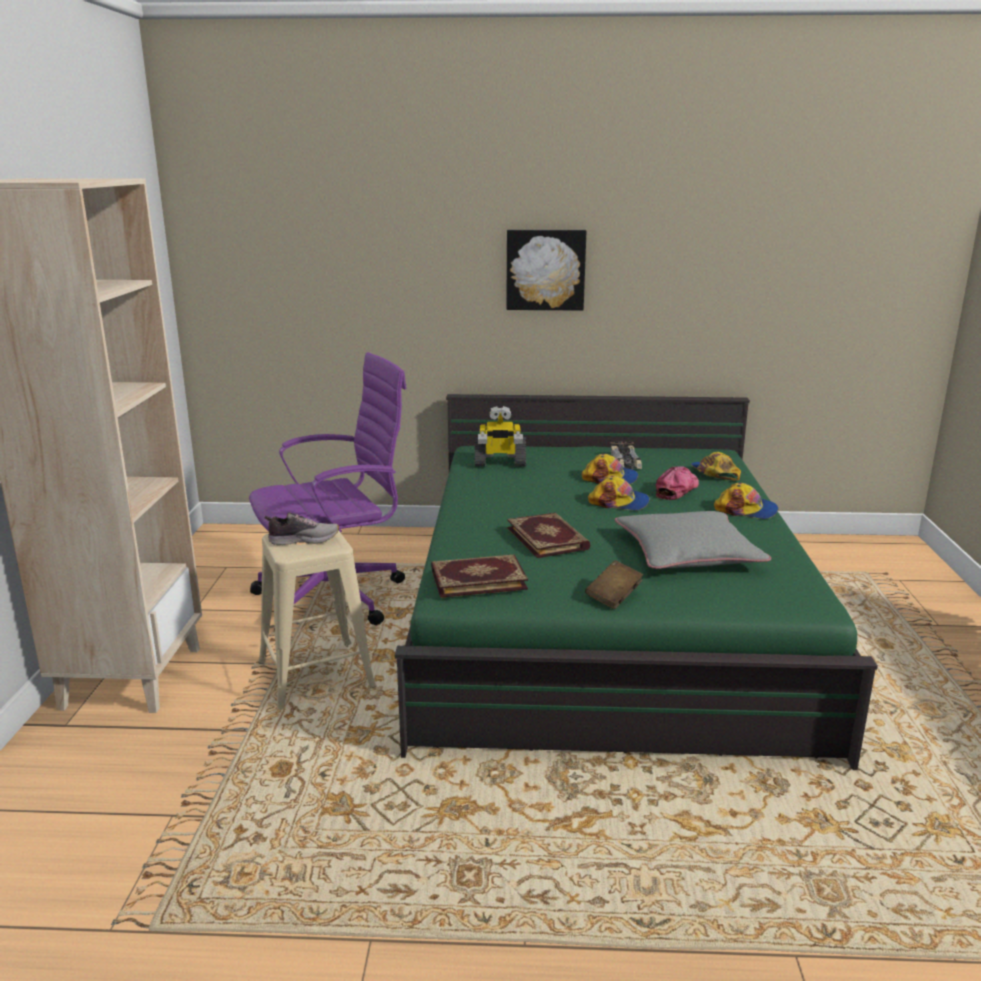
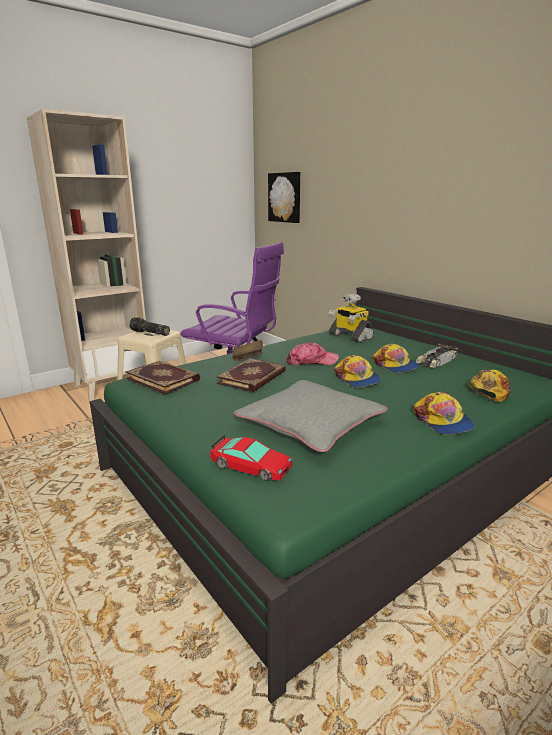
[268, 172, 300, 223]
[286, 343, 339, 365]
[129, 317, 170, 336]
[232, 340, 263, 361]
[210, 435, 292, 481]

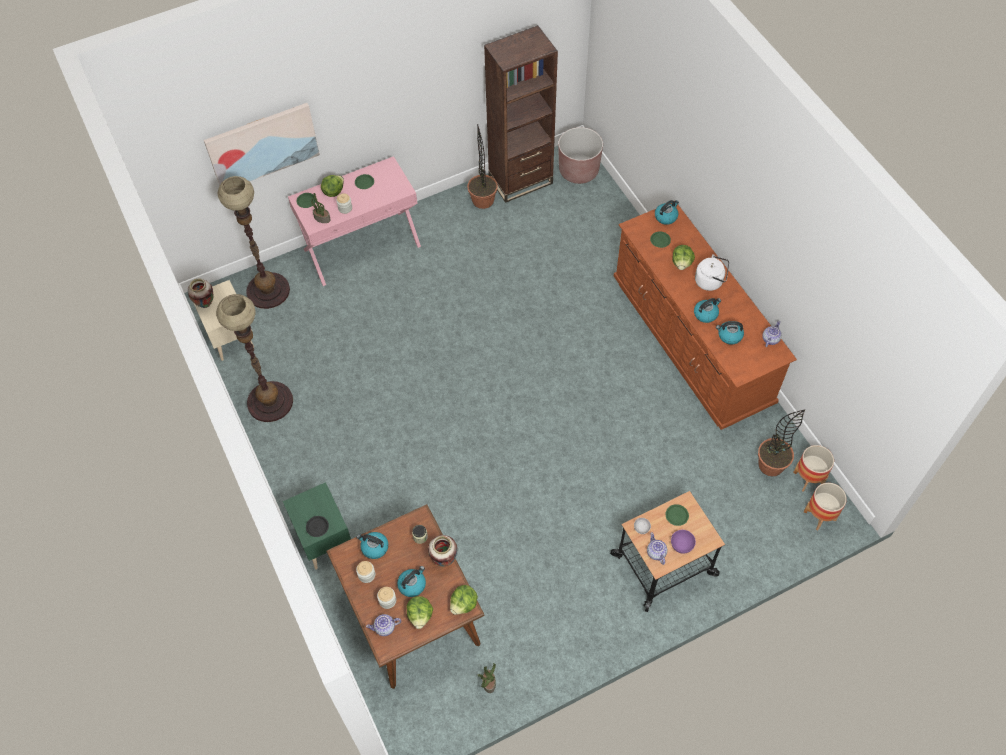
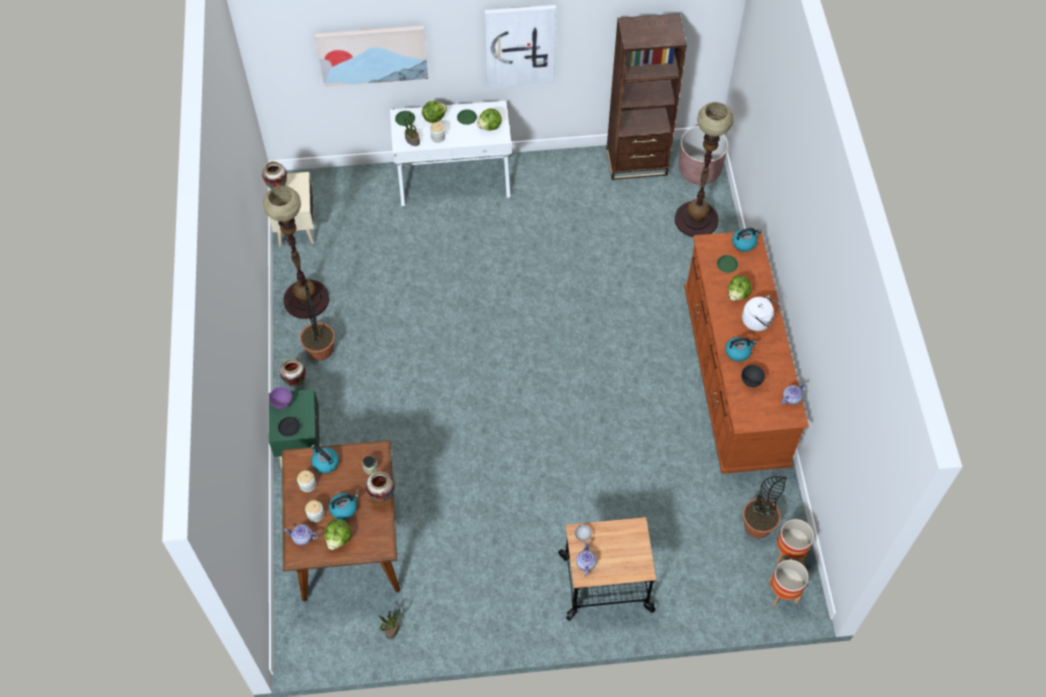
[300, 279, 335, 361]
[390, 101, 512, 206]
[675, 102, 734, 237]
[741, 365, 765, 387]
[666, 504, 689, 526] (first image)
[269, 387, 292, 409]
[477, 108, 502, 131]
[484, 5, 556, 88]
[280, 359, 306, 387]

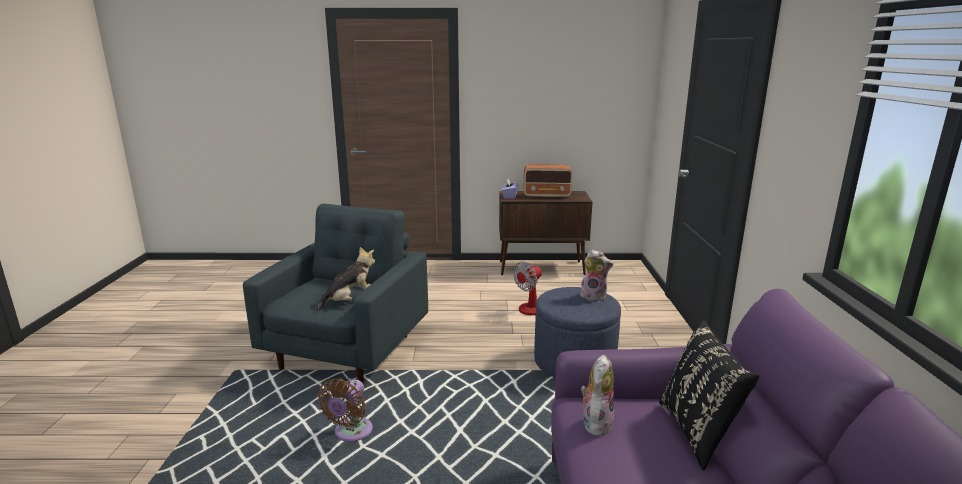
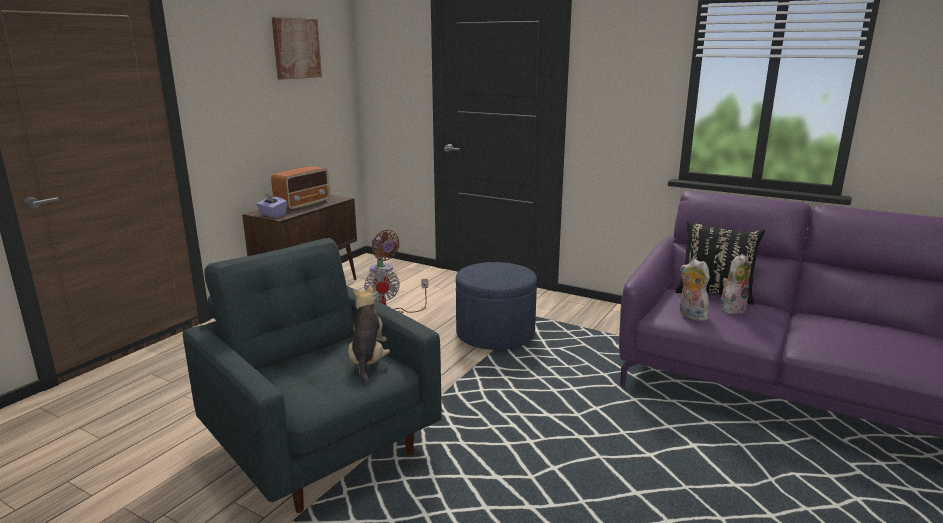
[721, 254, 751, 314]
[370, 230, 400, 273]
[272, 17, 322, 80]

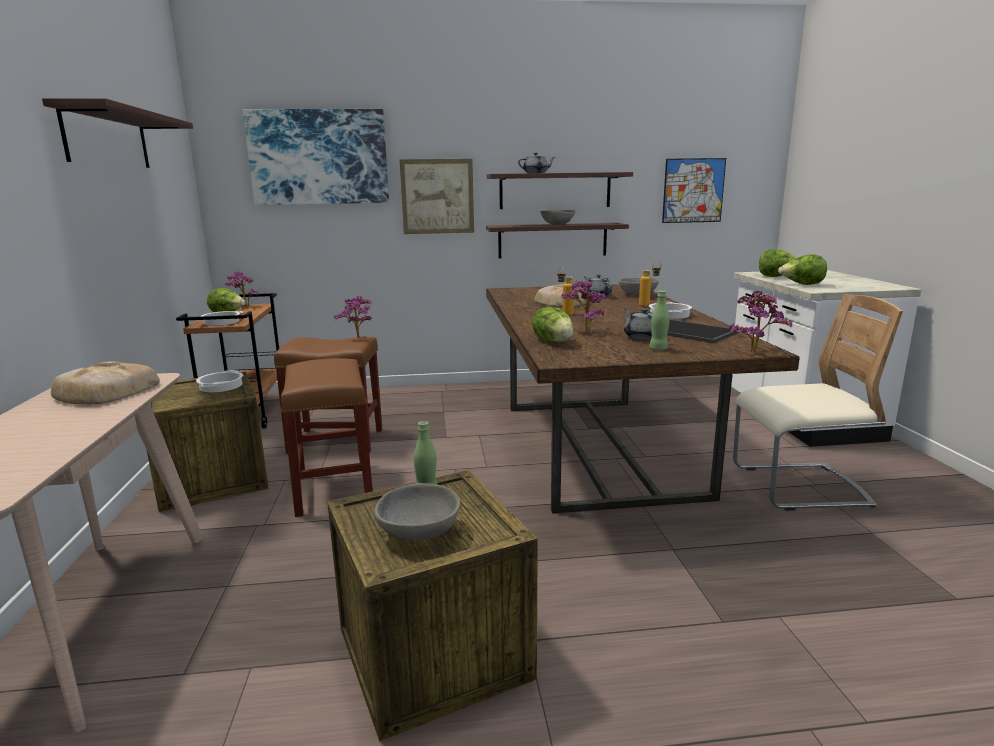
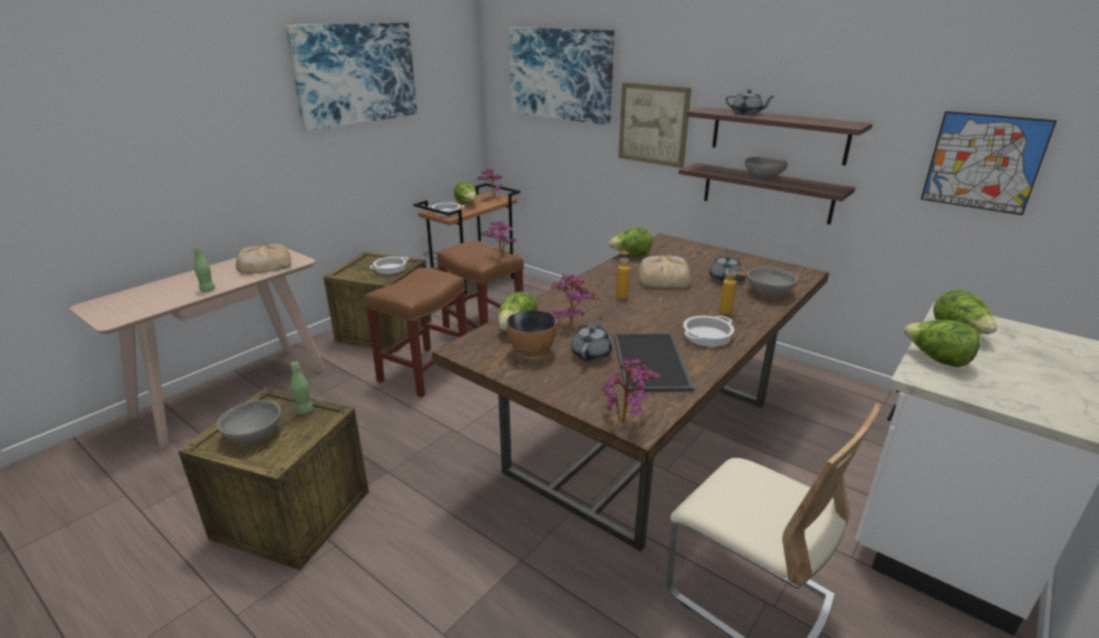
[285, 22, 417, 131]
[193, 246, 215, 292]
[609, 227, 652, 256]
[506, 310, 557, 357]

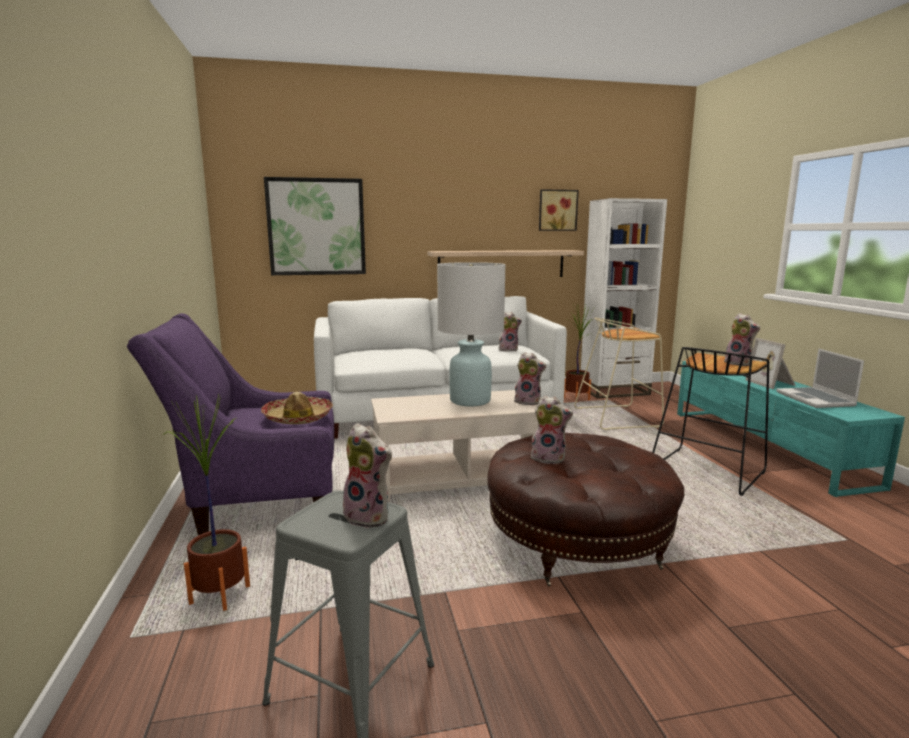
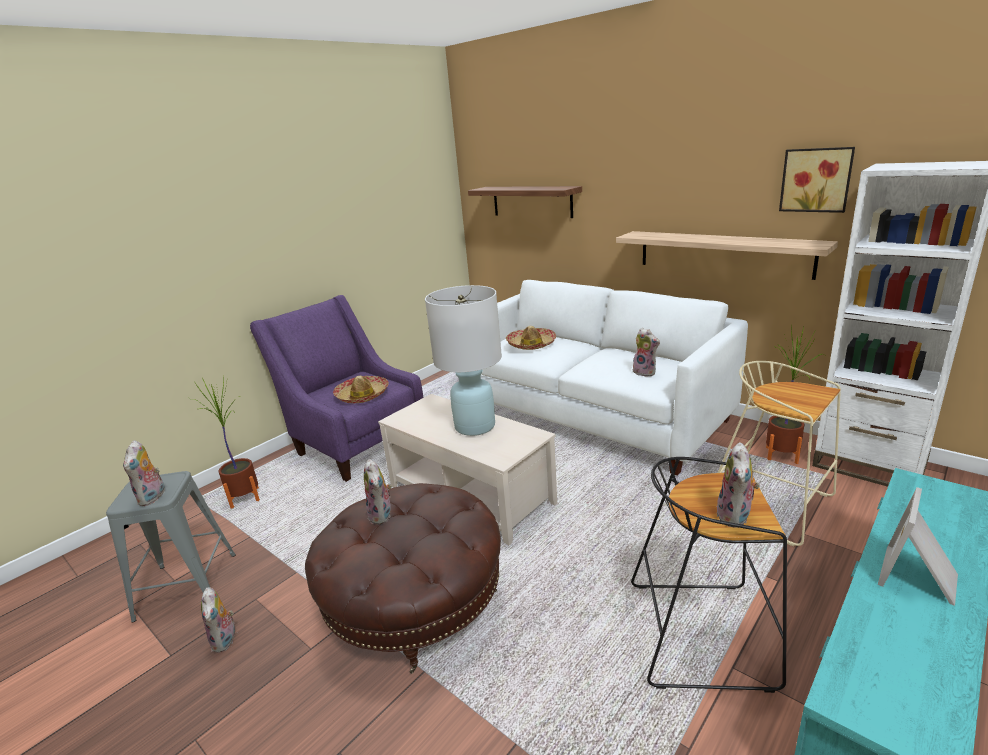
[468, 186, 582, 218]
[776, 348, 864, 408] (first image)
[201, 587, 235, 653]
[506, 326, 556, 350]

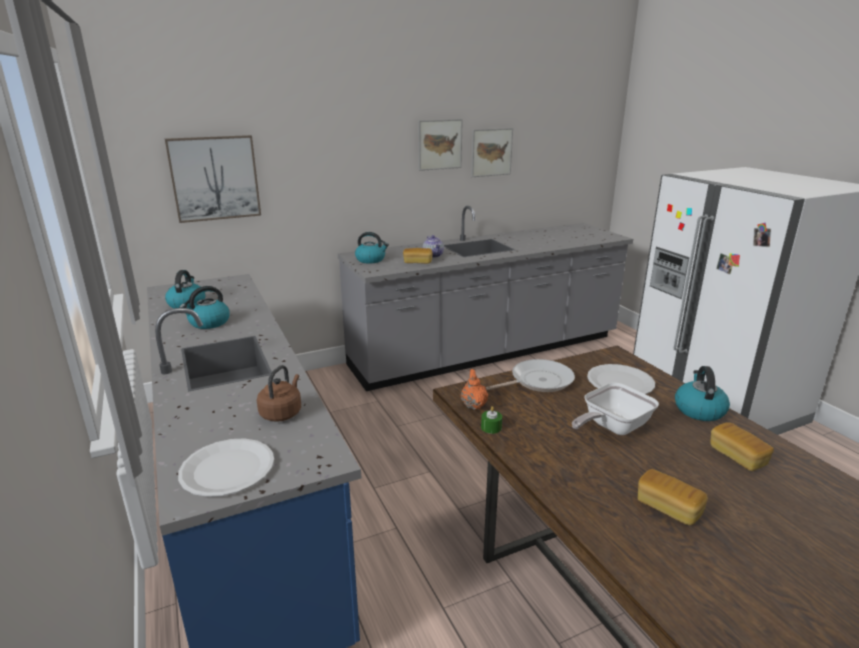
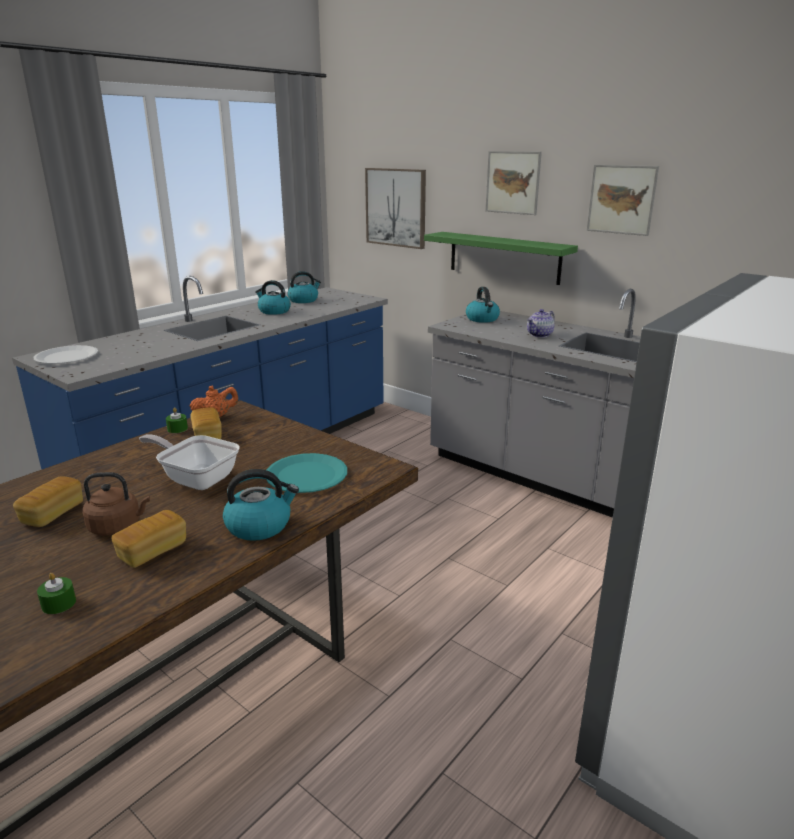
[485, 151, 542, 215]
[190, 408, 222, 439]
[485, 359, 575, 392] (first image)
[266, 453, 347, 493]
[82, 472, 150, 536]
[424, 232, 578, 285]
[37, 573, 76, 614]

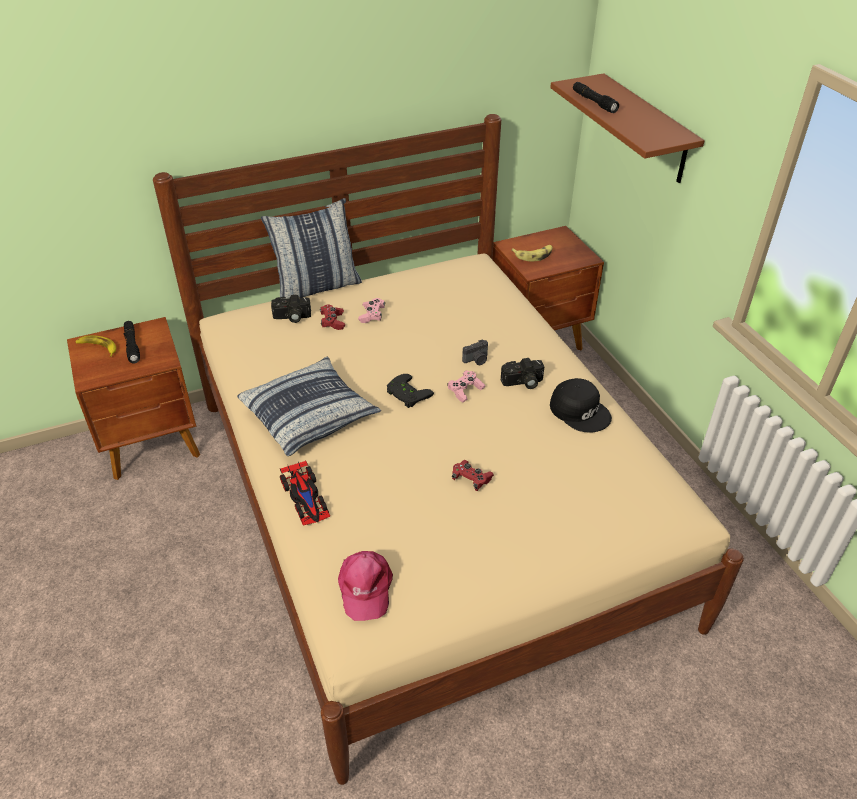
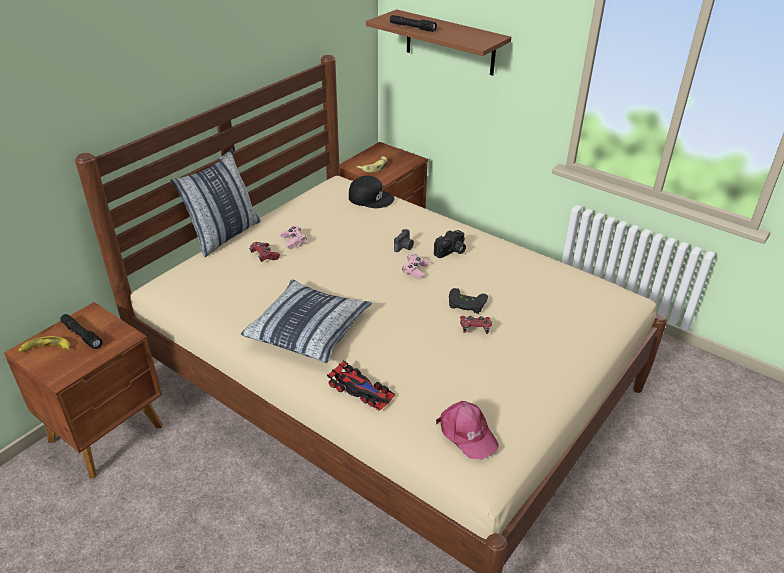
[271, 295, 311, 323] (first image)
[449, 288, 488, 314]
[349, 176, 394, 208]

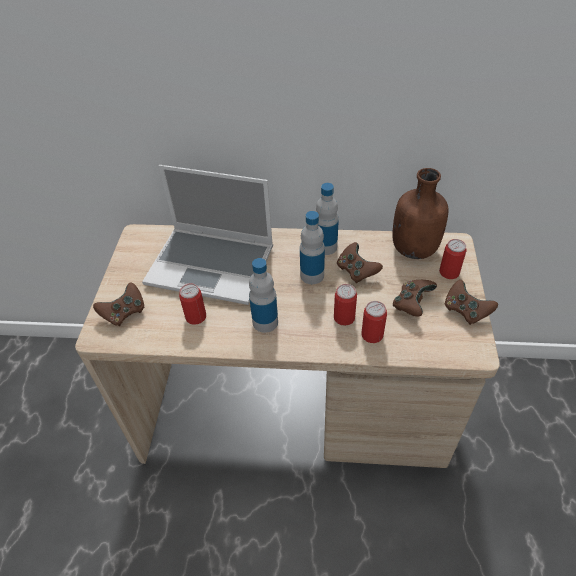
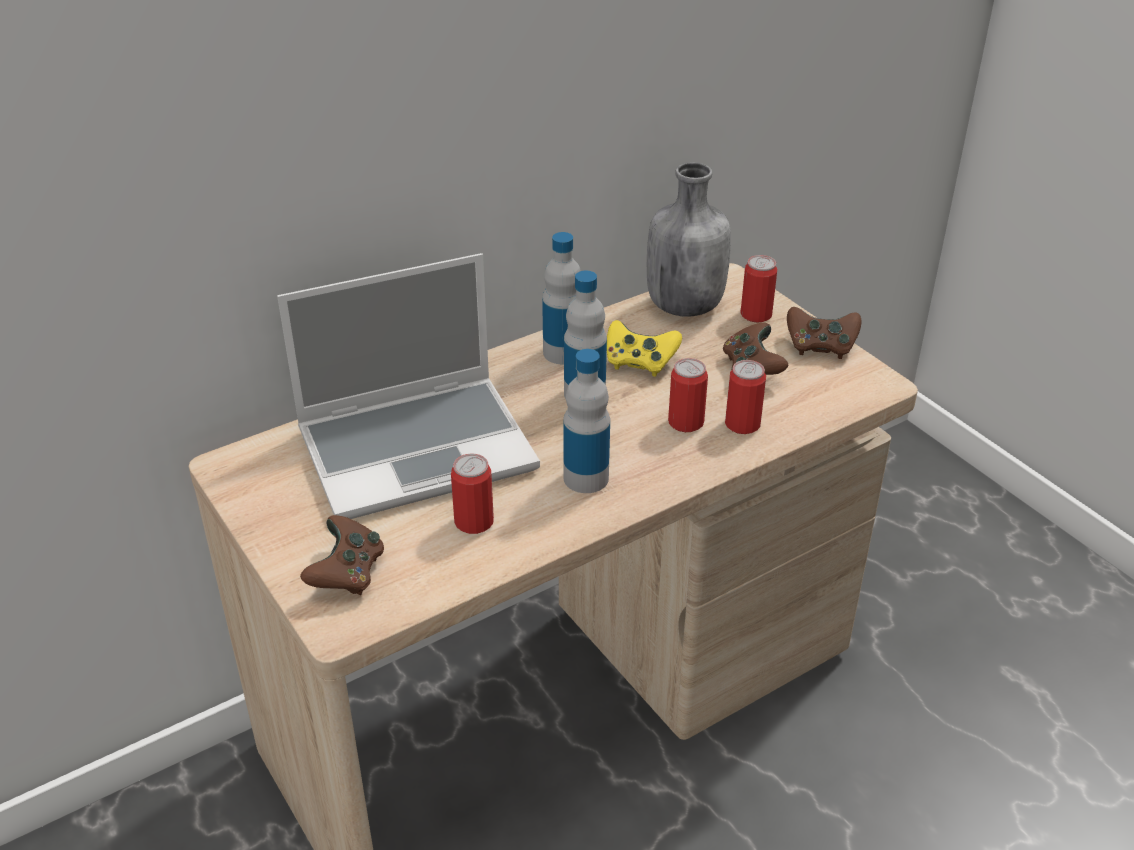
[647, 162, 731, 317]
[607, 320, 682, 377]

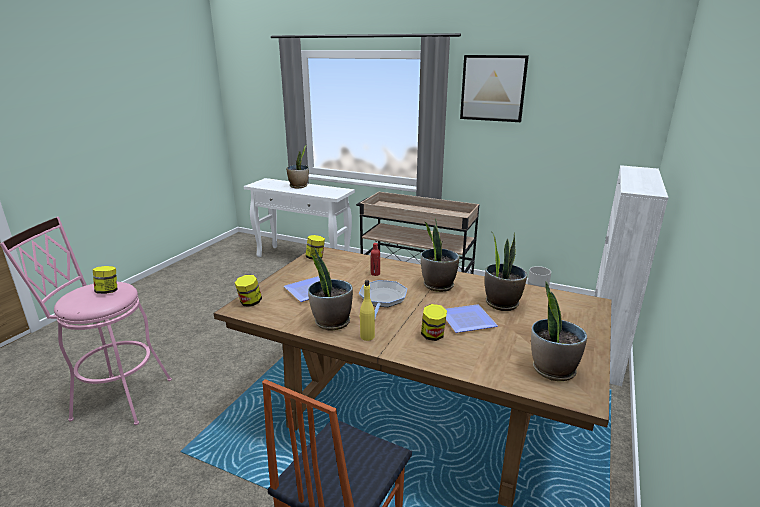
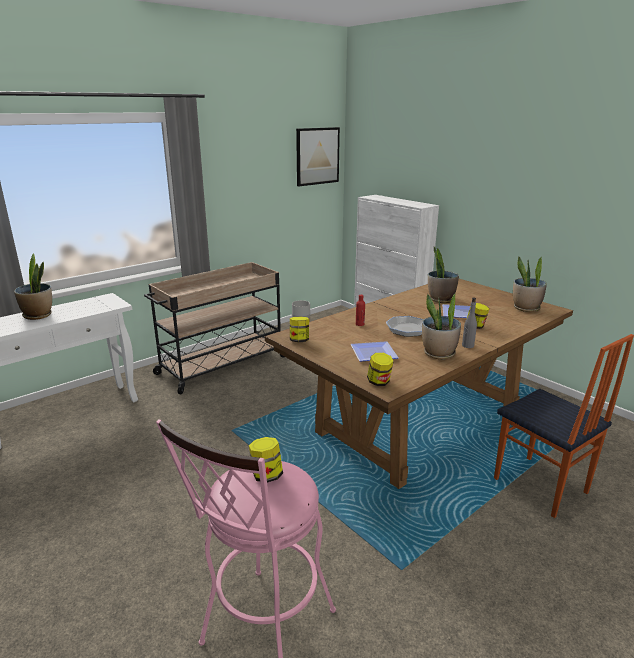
[296, 127, 340, 186]
[421, 218, 459, 292] (first image)
[462, 297, 477, 348]

